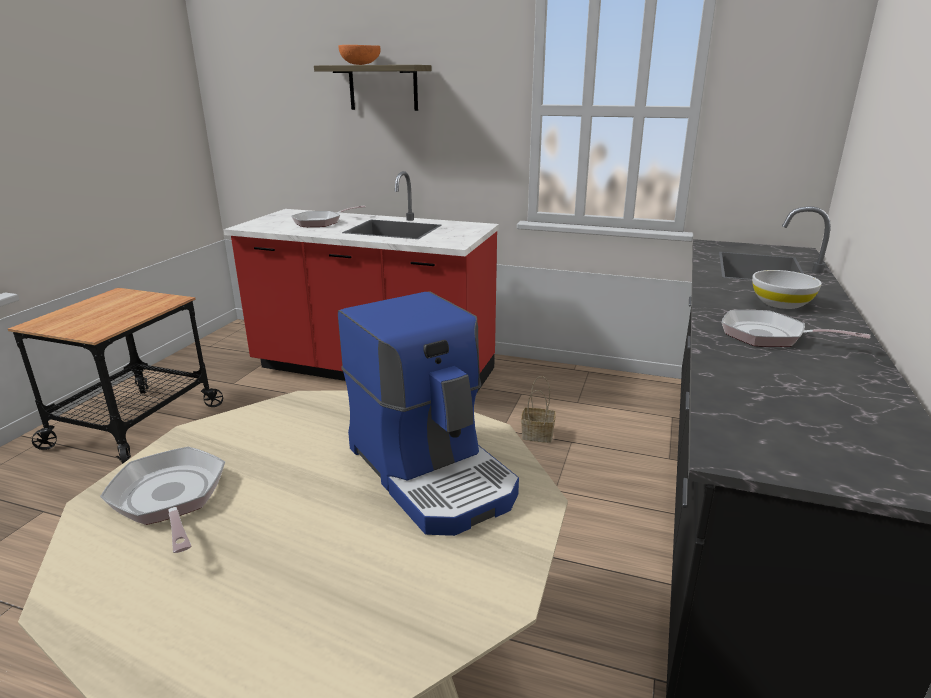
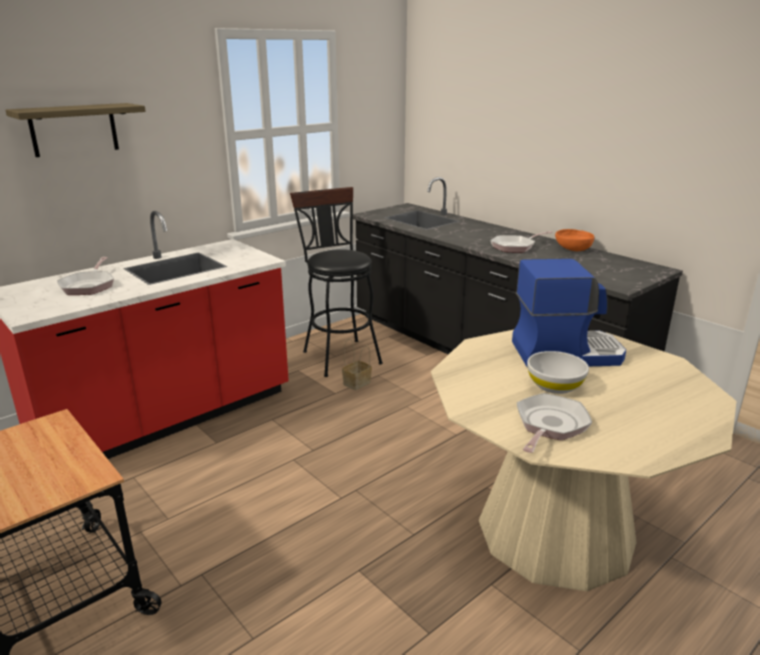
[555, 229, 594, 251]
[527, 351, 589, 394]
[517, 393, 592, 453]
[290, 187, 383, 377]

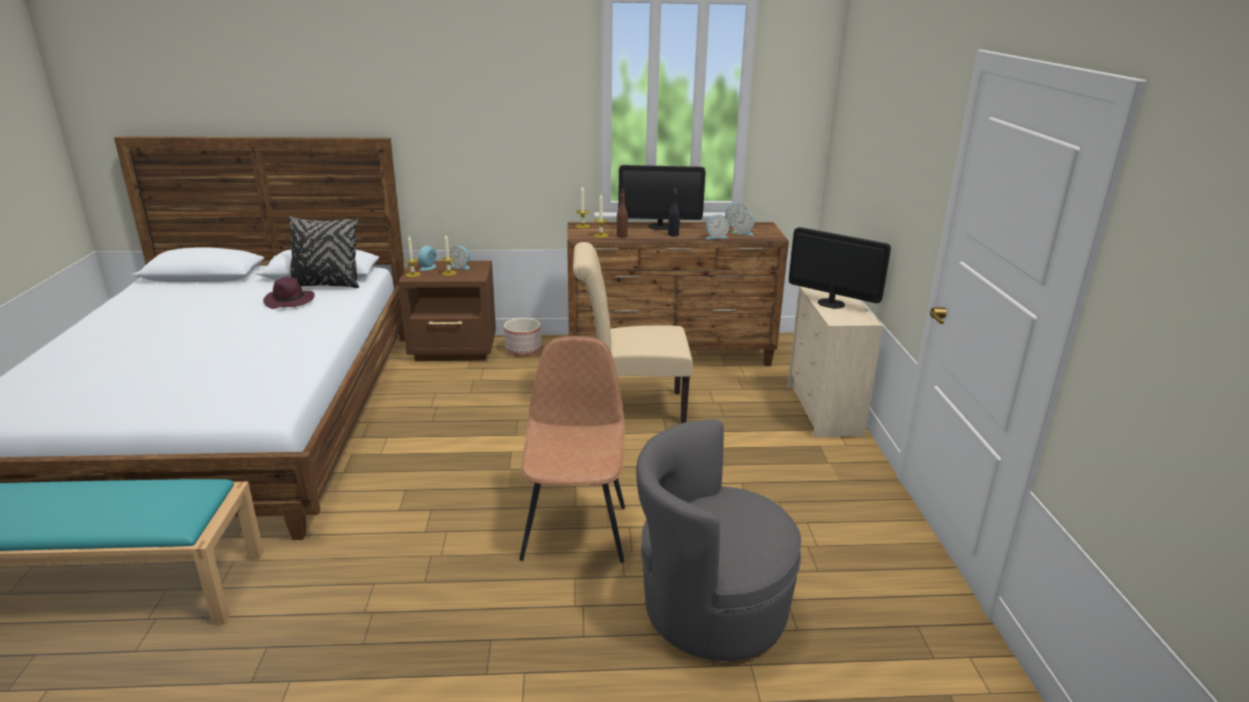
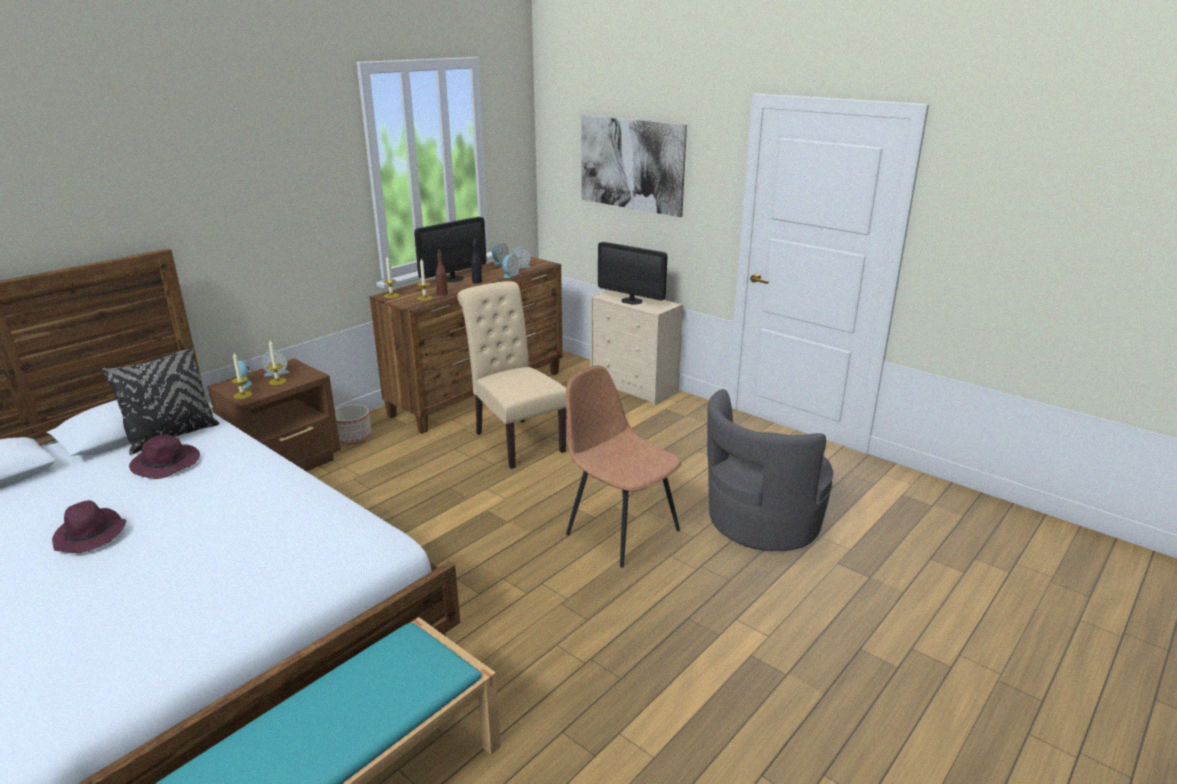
[598, 242, 668, 305]
[457, 281, 566, 469]
[581, 115, 687, 217]
[52, 500, 126, 553]

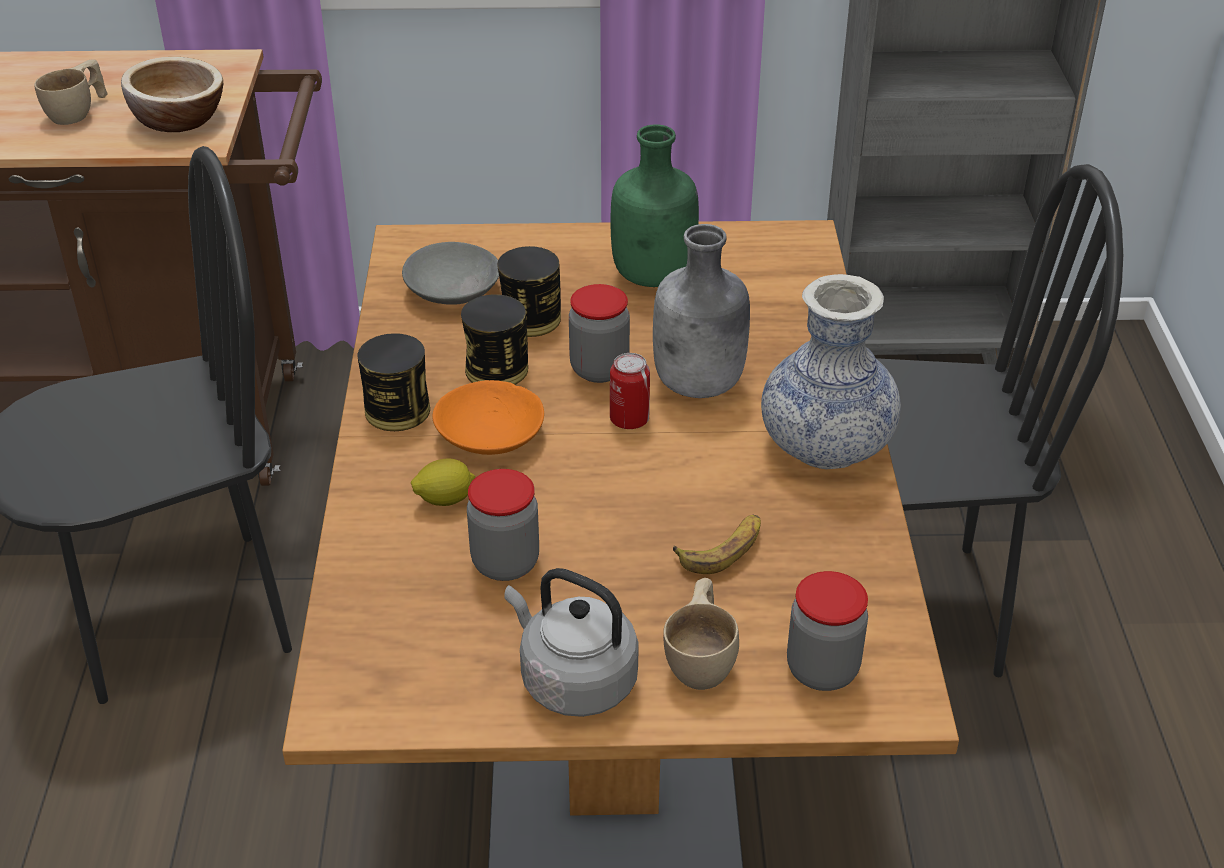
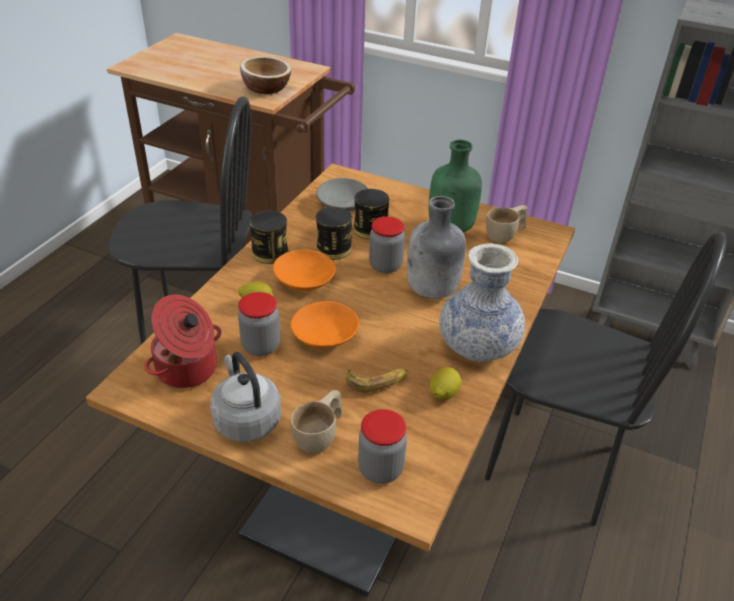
[486, 205, 528, 243]
[610, 353, 650, 429] (first image)
[145, 295, 221, 388]
[290, 301, 359, 348]
[430, 367, 461, 400]

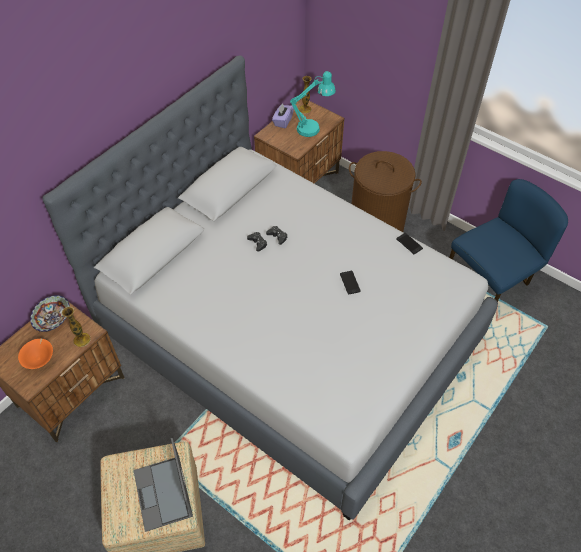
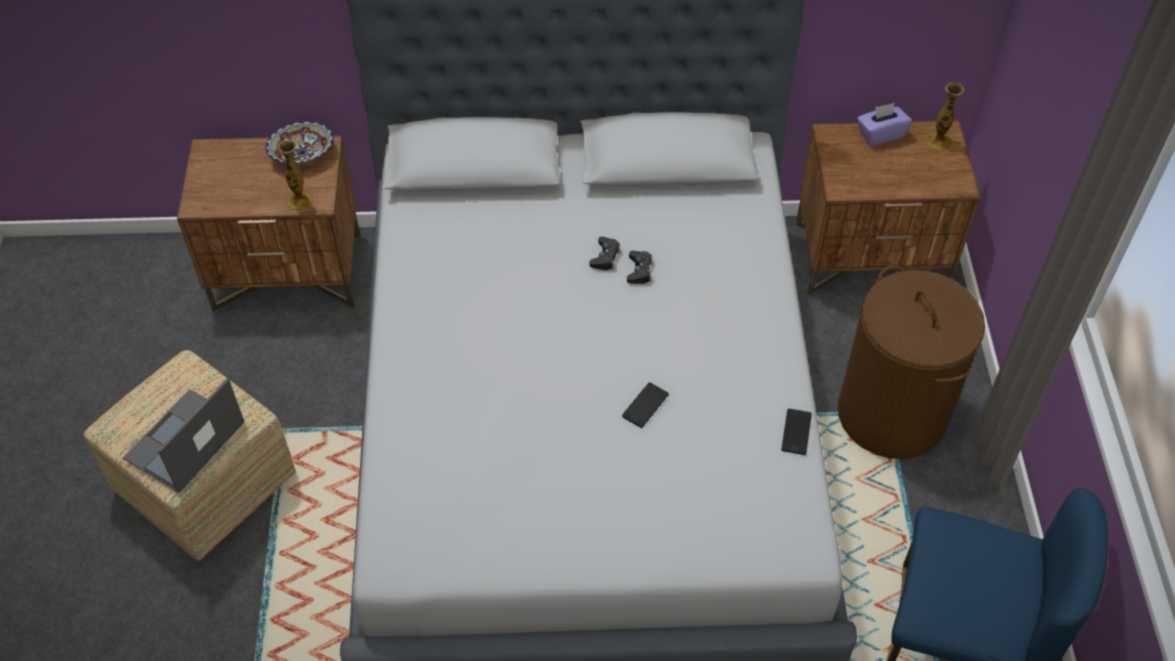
[290, 71, 336, 137] (first image)
[18, 339, 53, 369] (first image)

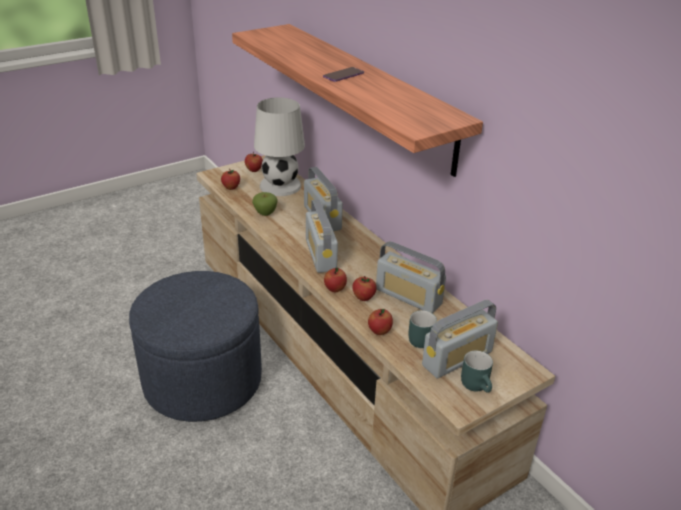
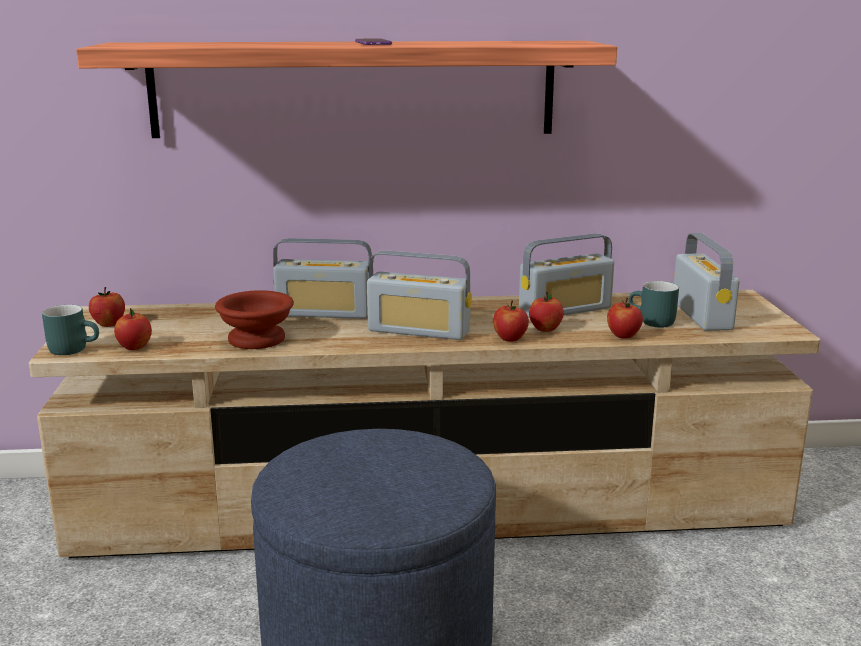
[254, 97, 305, 196] (first image)
[215, 290, 294, 349]
[42, 305, 99, 355]

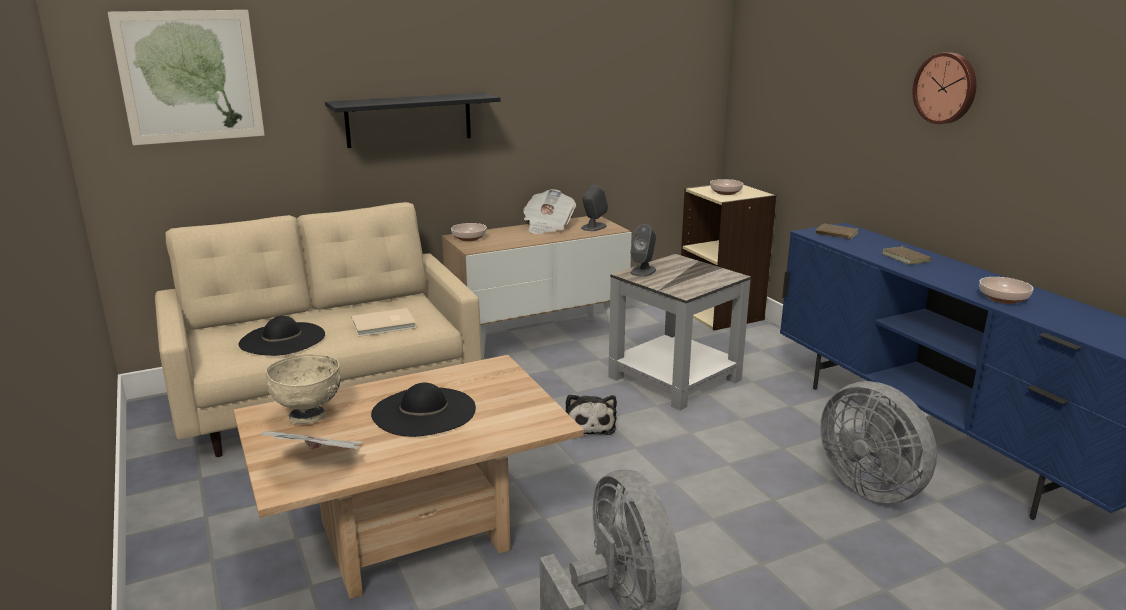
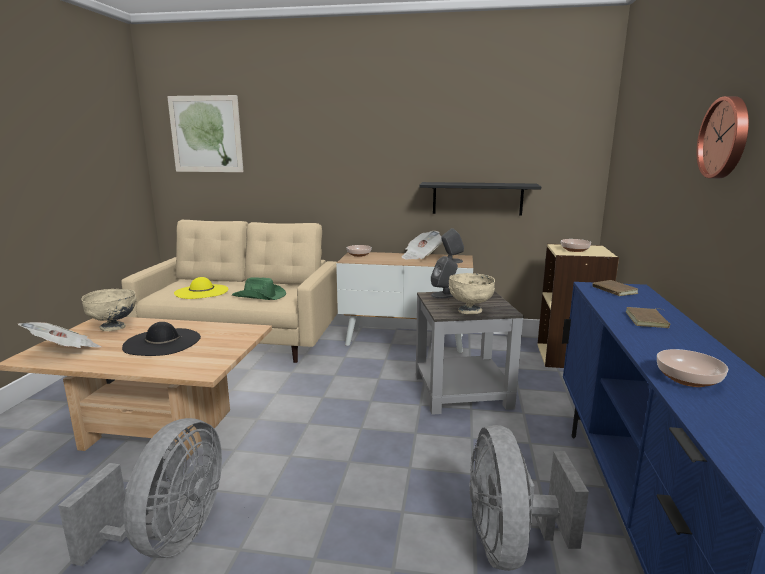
[419, 182, 541, 216]
[232, 278, 286, 300]
[174, 277, 228, 299]
[565, 394, 617, 436] (first image)
[449, 273, 495, 314]

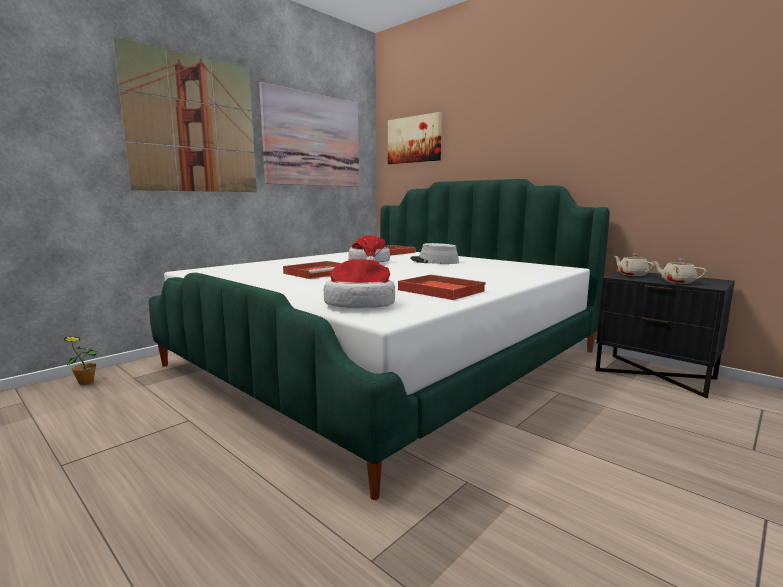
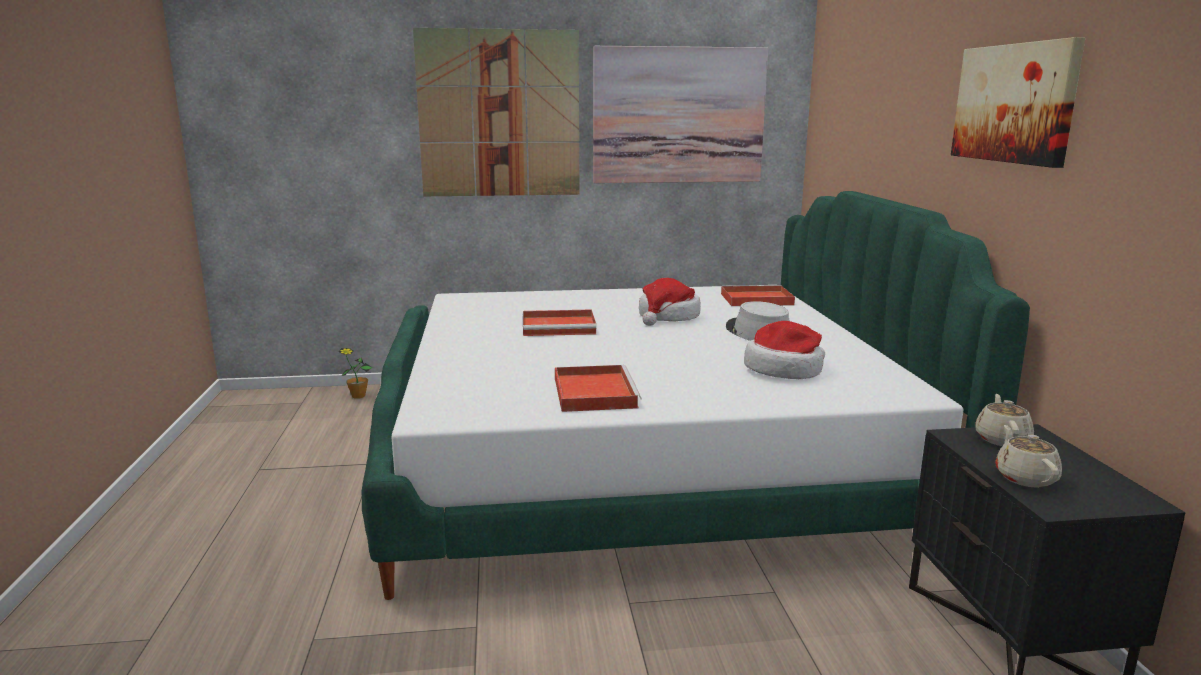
[951, 37, 1085, 168]
[744, 321, 825, 379]

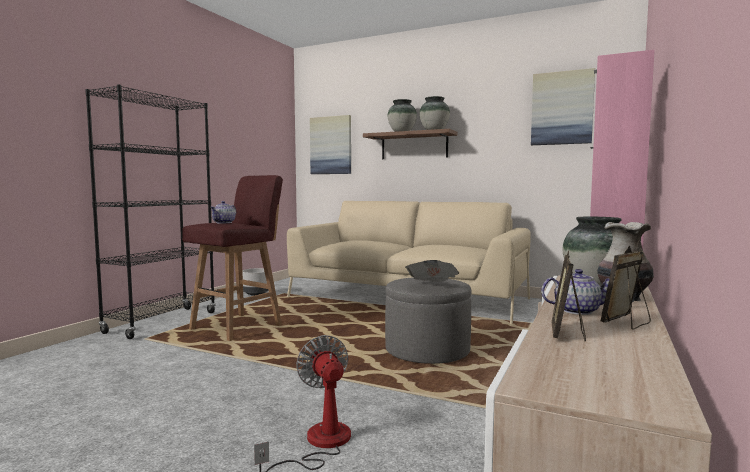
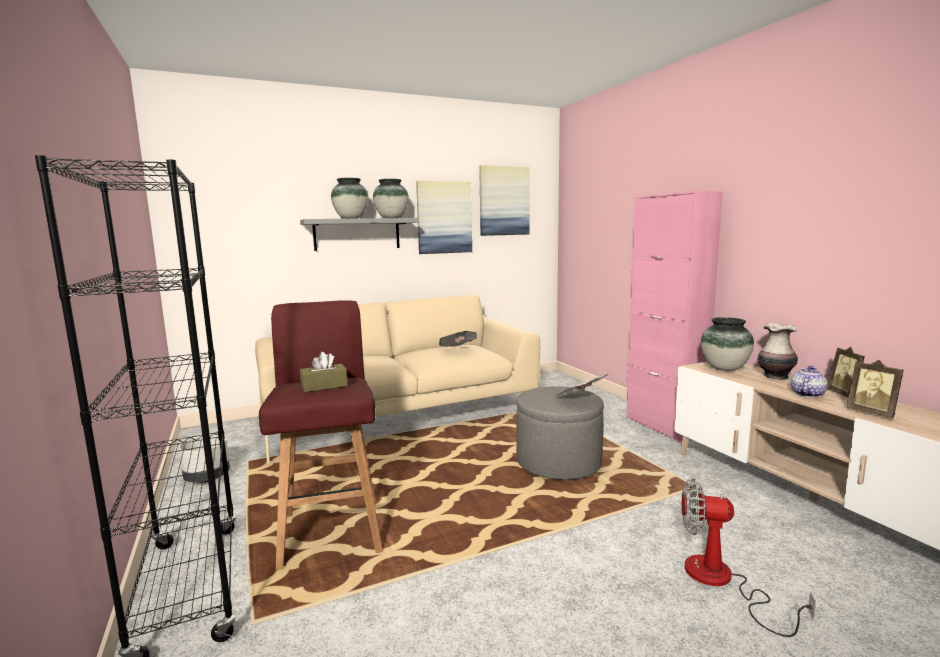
[416, 181, 472, 254]
[300, 218, 418, 251]
[300, 352, 348, 392]
[439, 331, 477, 347]

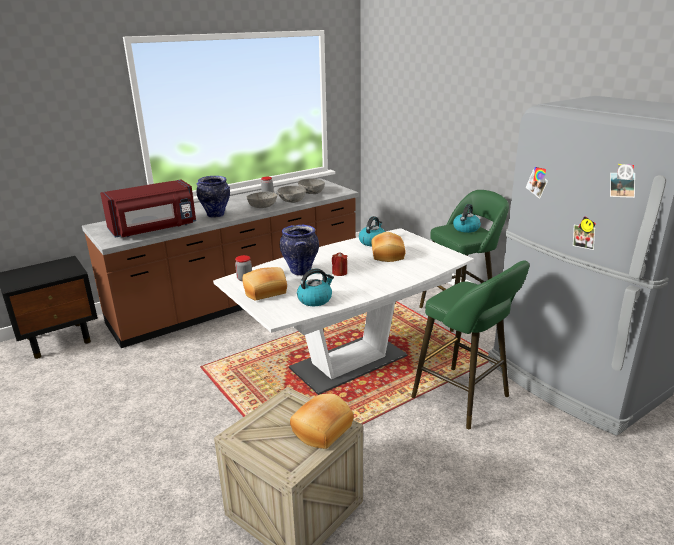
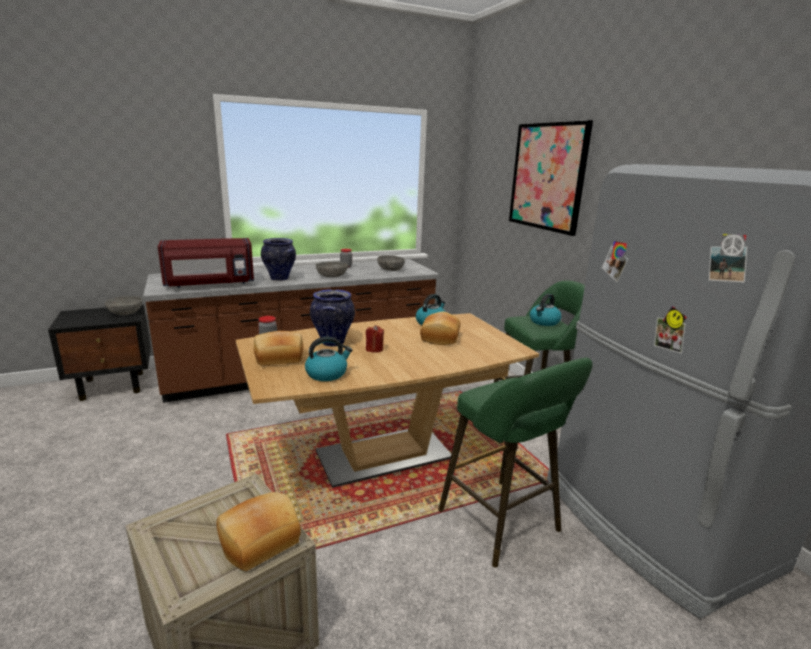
[105, 296, 142, 315]
[236, 313, 539, 488]
[509, 120, 593, 236]

